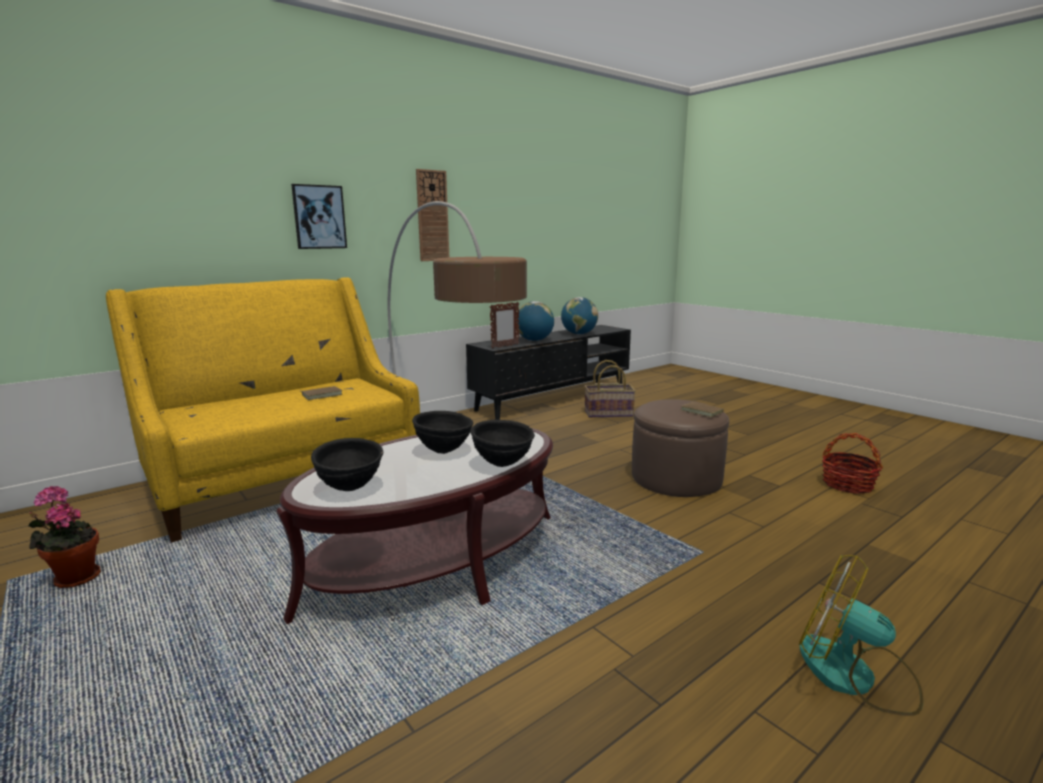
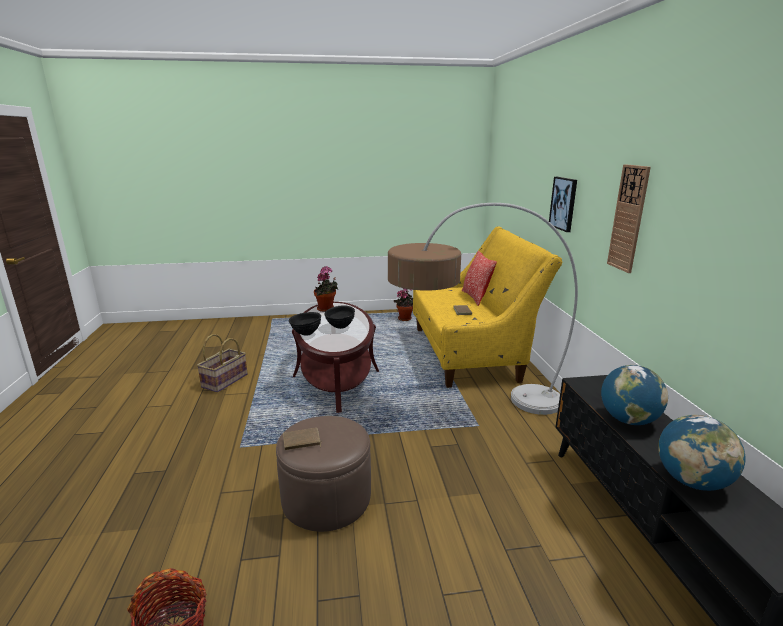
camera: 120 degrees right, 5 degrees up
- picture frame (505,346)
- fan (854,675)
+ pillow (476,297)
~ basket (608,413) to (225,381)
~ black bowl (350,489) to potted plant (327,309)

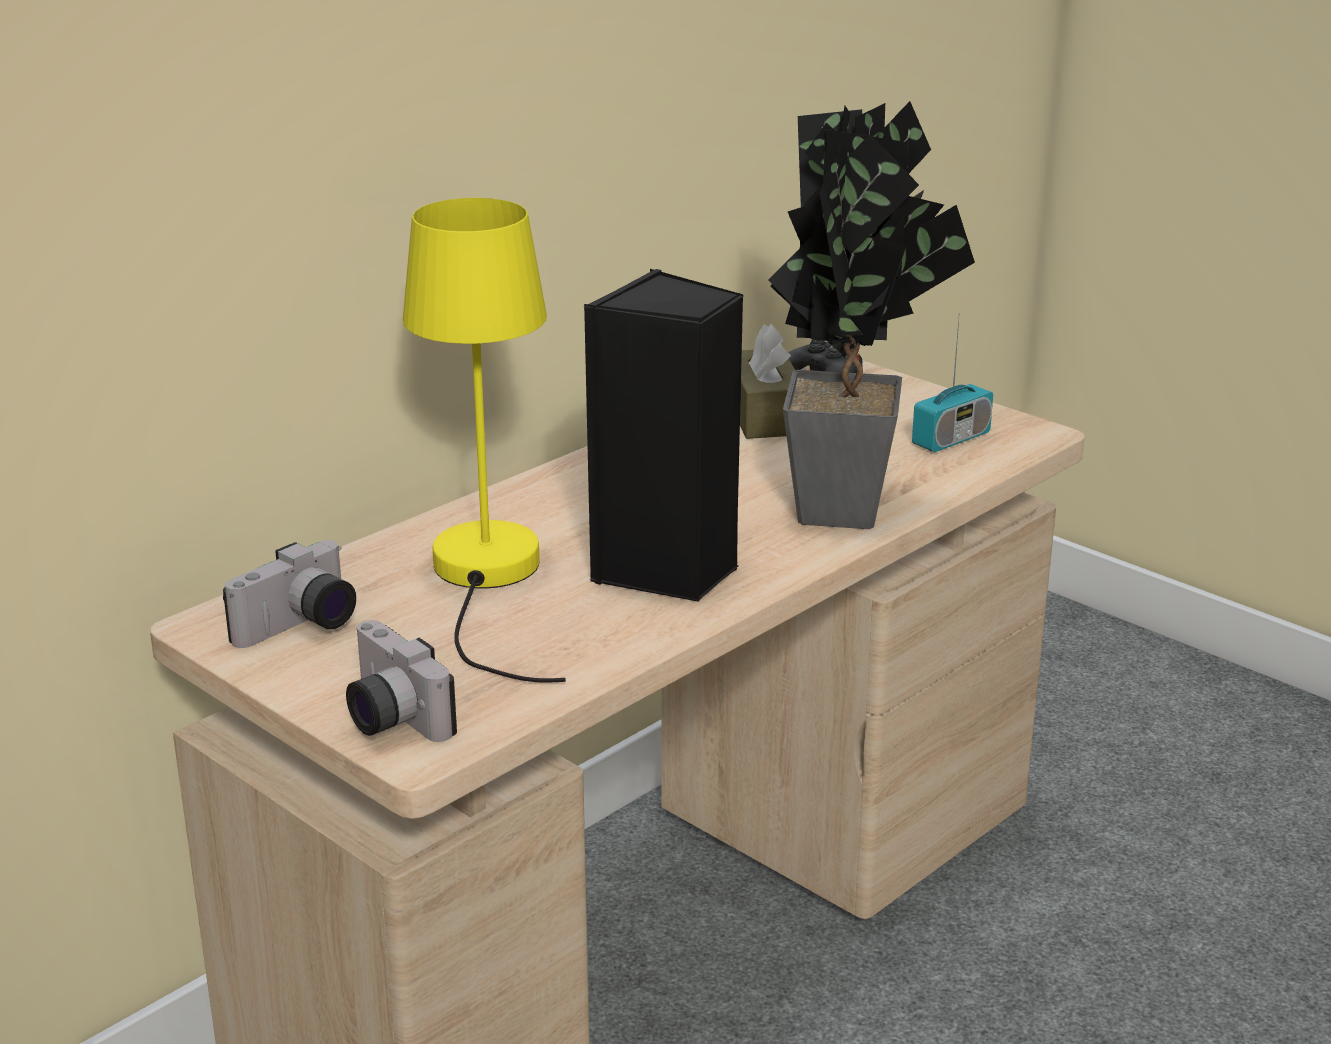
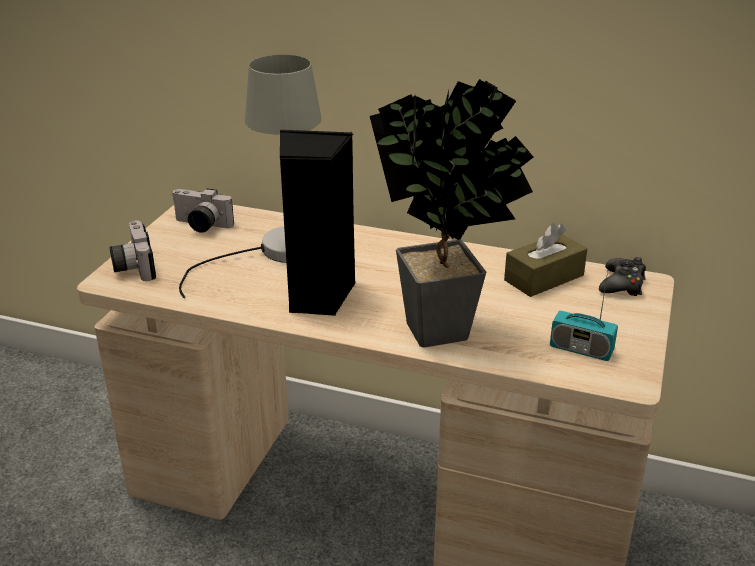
camera: 65 degrees right, 5 degrees up
~ yellow table lamp (487,580) to grey table lamp (273,253)
~ photo camera (388,717) = (133,266) 45 degrees counterclockwise

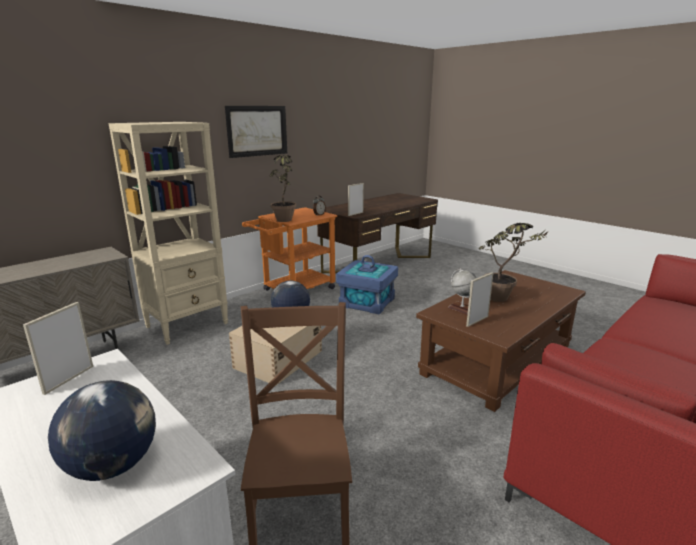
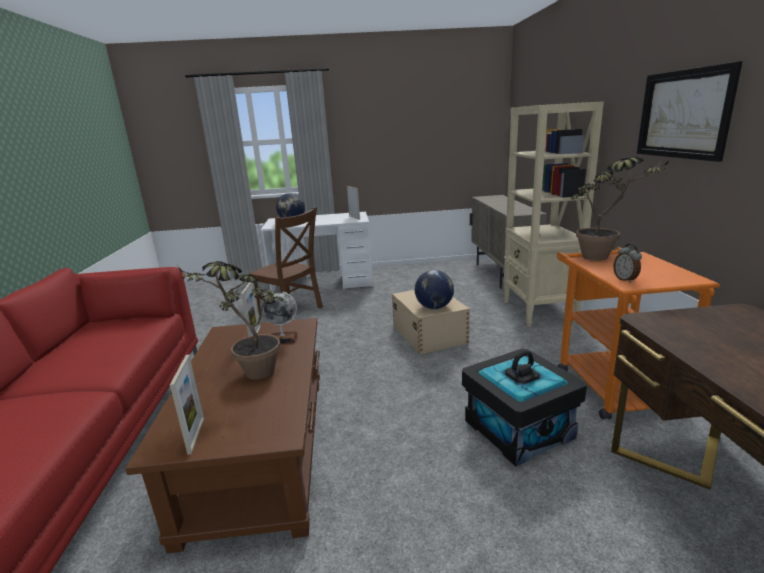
camera: 130 degrees right, 0 degrees up
~ picture frame (355,214) to (196,435)
~ blue storage box (367,302) to black storage box (518,428)

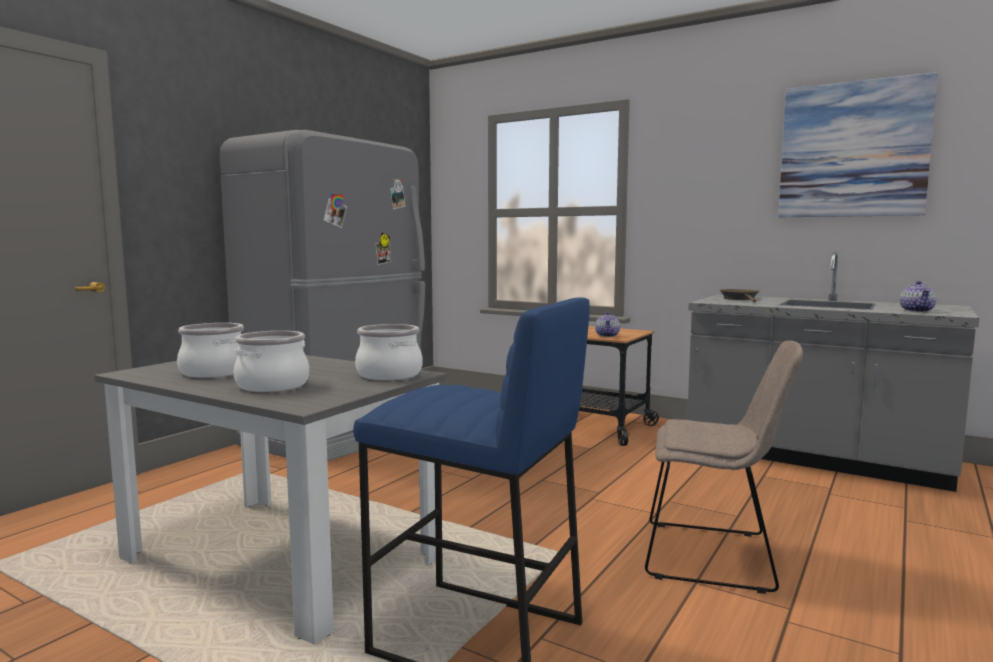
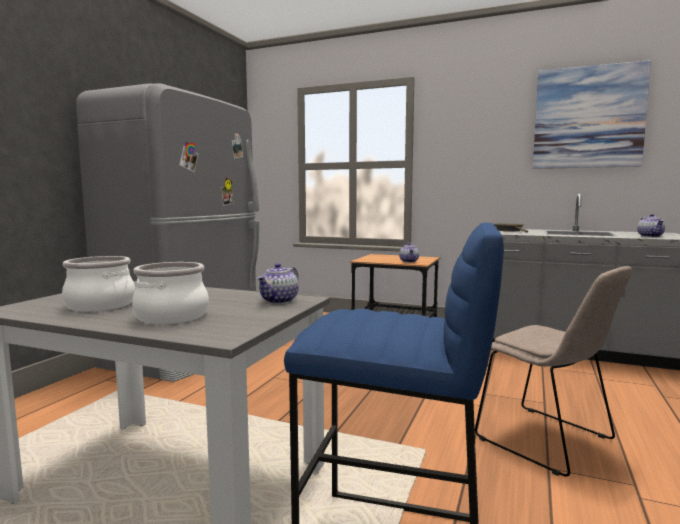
camera: 10 degrees left, 0 degrees up
~ cooking pot (390,374) to teapot (279,301)
~ beige chair (714,556) = (548,441) 45 degrees clockwise

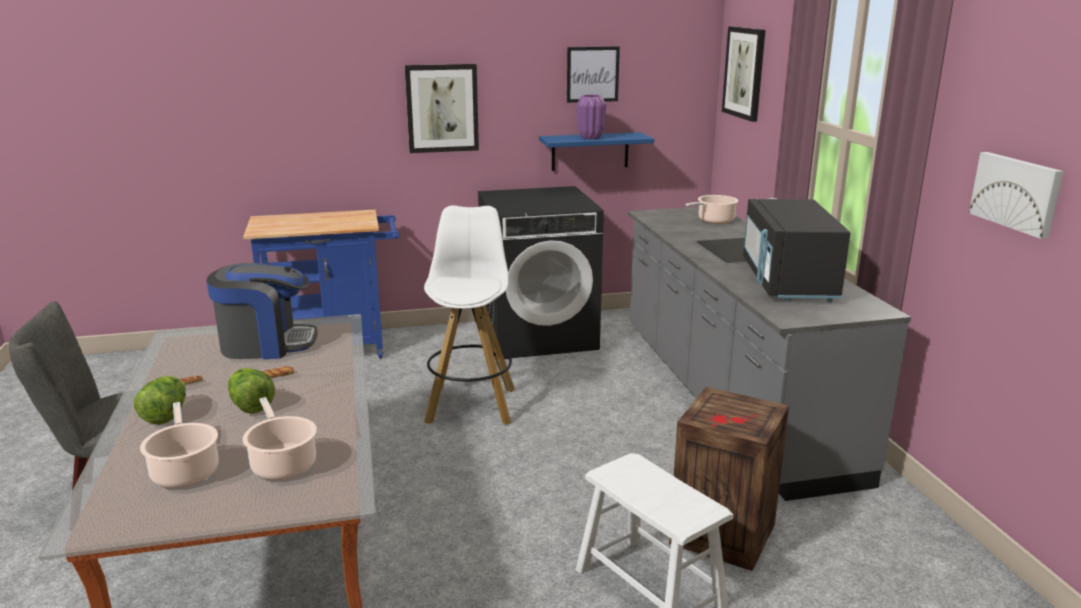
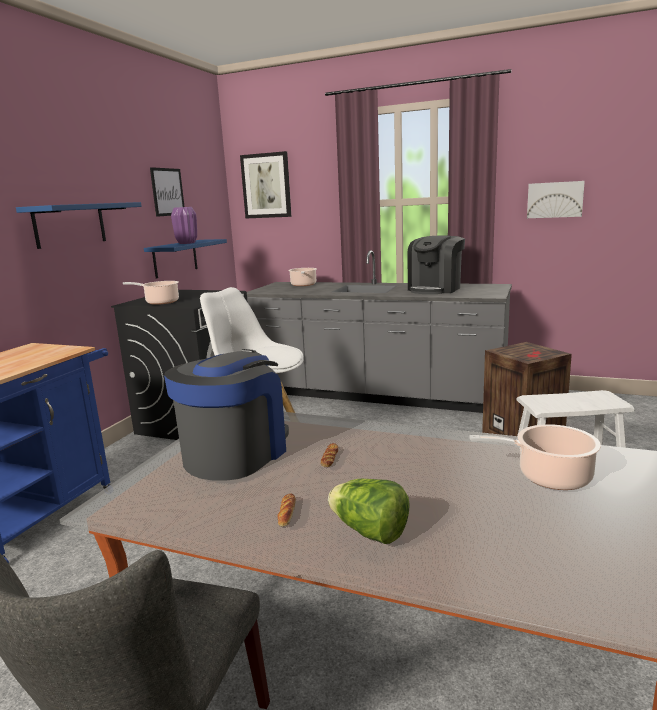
camera: 55 degrees left, 5 degrees down
- lettuce (250,406)
~ cooking pot (185,471) to (160,302)
~ picture (442,108) to blue shelf (70,225)
~ black microwave (787,282) to coffee machine (435,289)

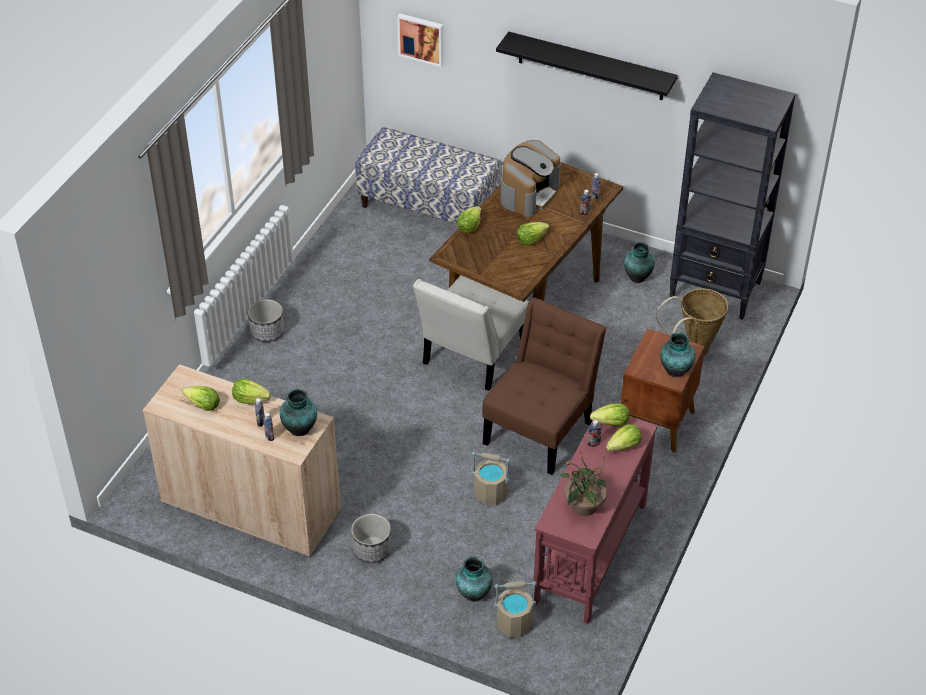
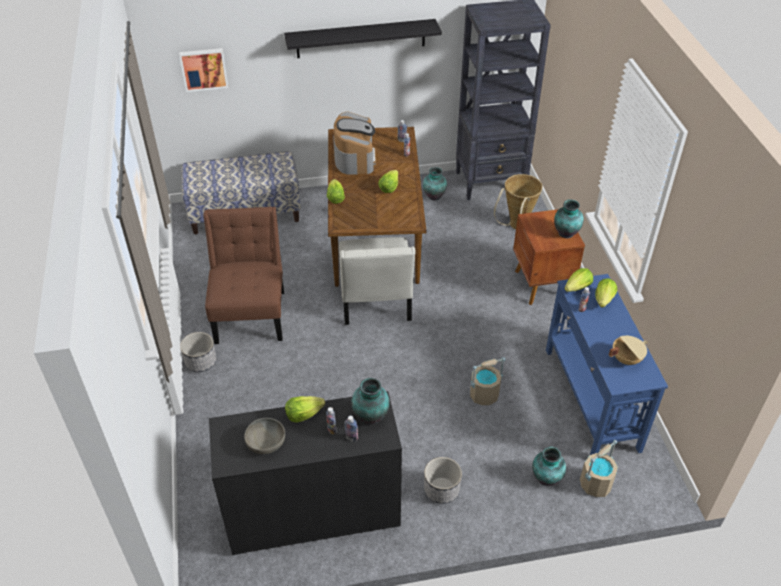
camera: 35 degrees left, 0 degrees up
~ brown chair (541,429) to (251,313)
~ lettuce (203,405) to grey bowl (266,443)
~ potted plant (583,506) to beige cooking pot (625,359)
~ beige cabinet (251,506) to black cabinet (313,512)
~ red console table (589,553) to blue console table (591,399)

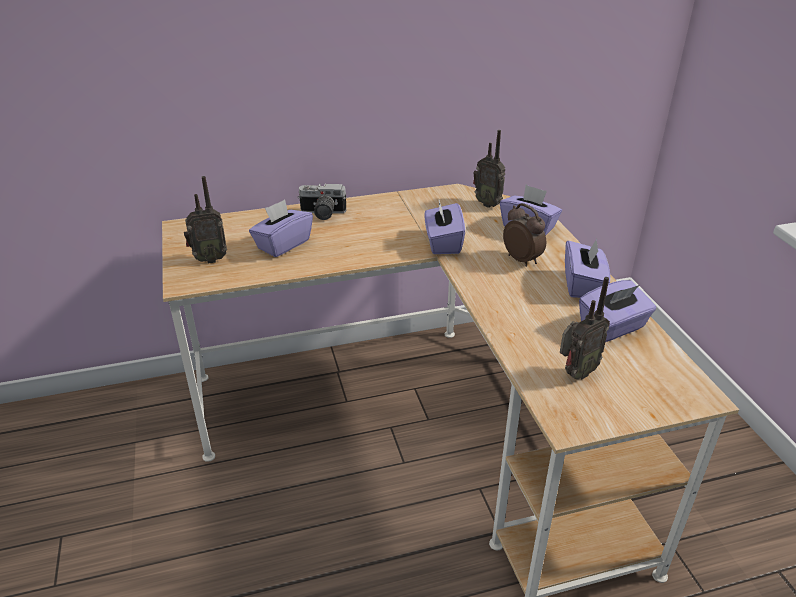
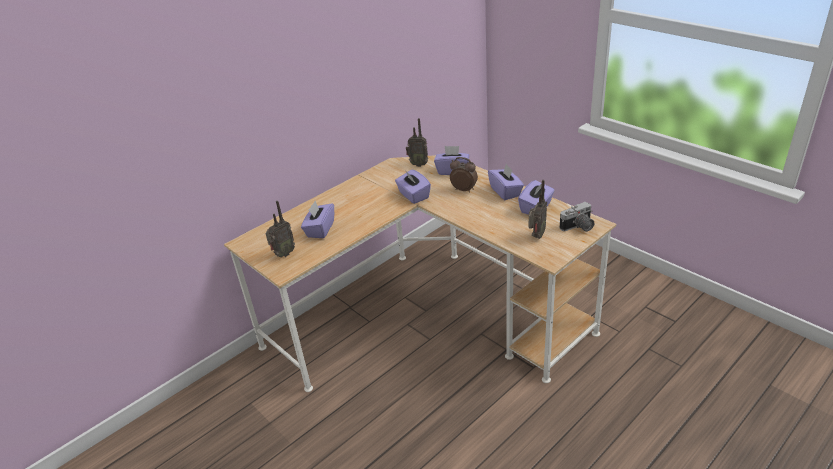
camera: 25 degrees left, 0 degrees up
~ photo camera (322,214) to (578,227)

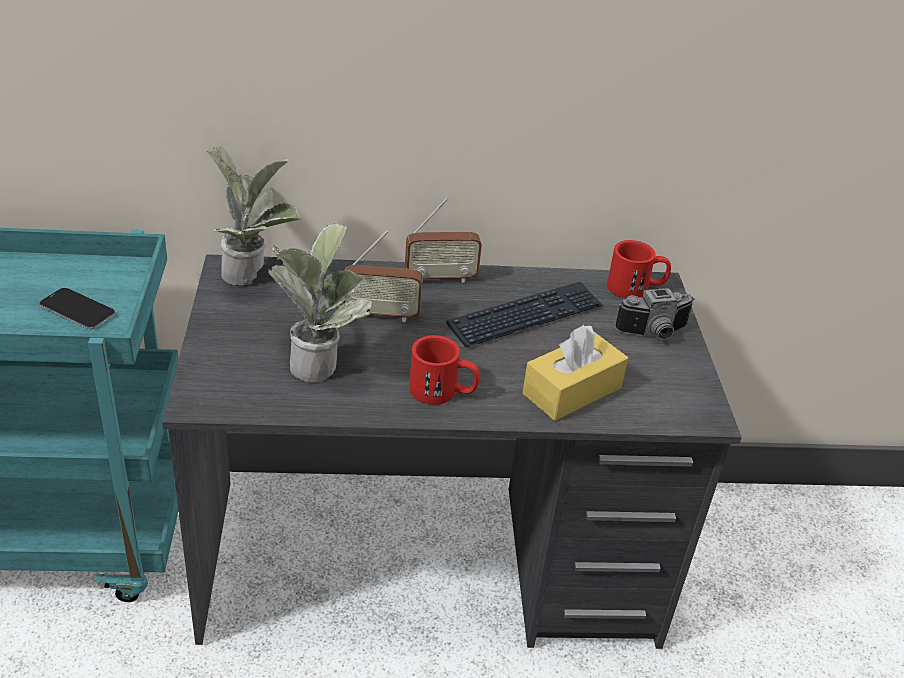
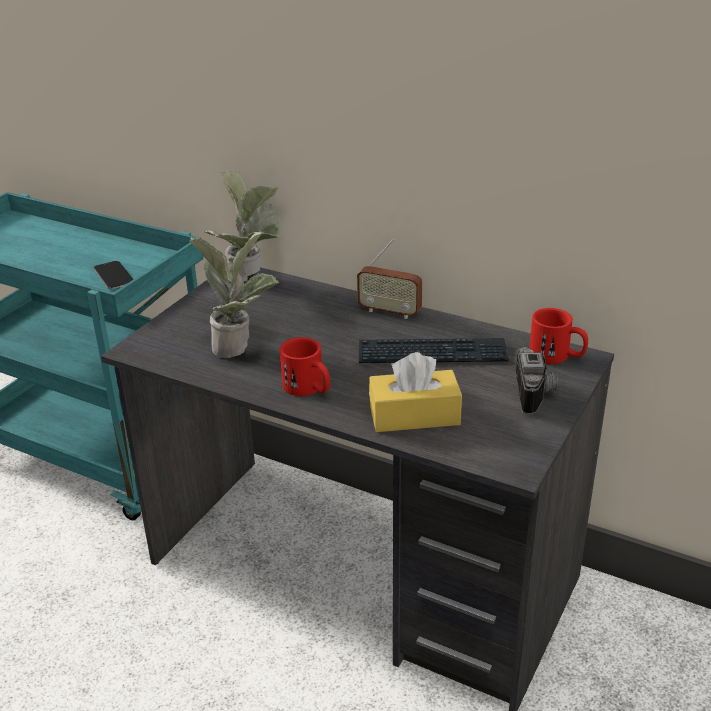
camera: 35 degrees right, 5 degrees down
- radio (381,314)
~ photo camera (655,334) = (536,394) 105 degrees counterclockwise

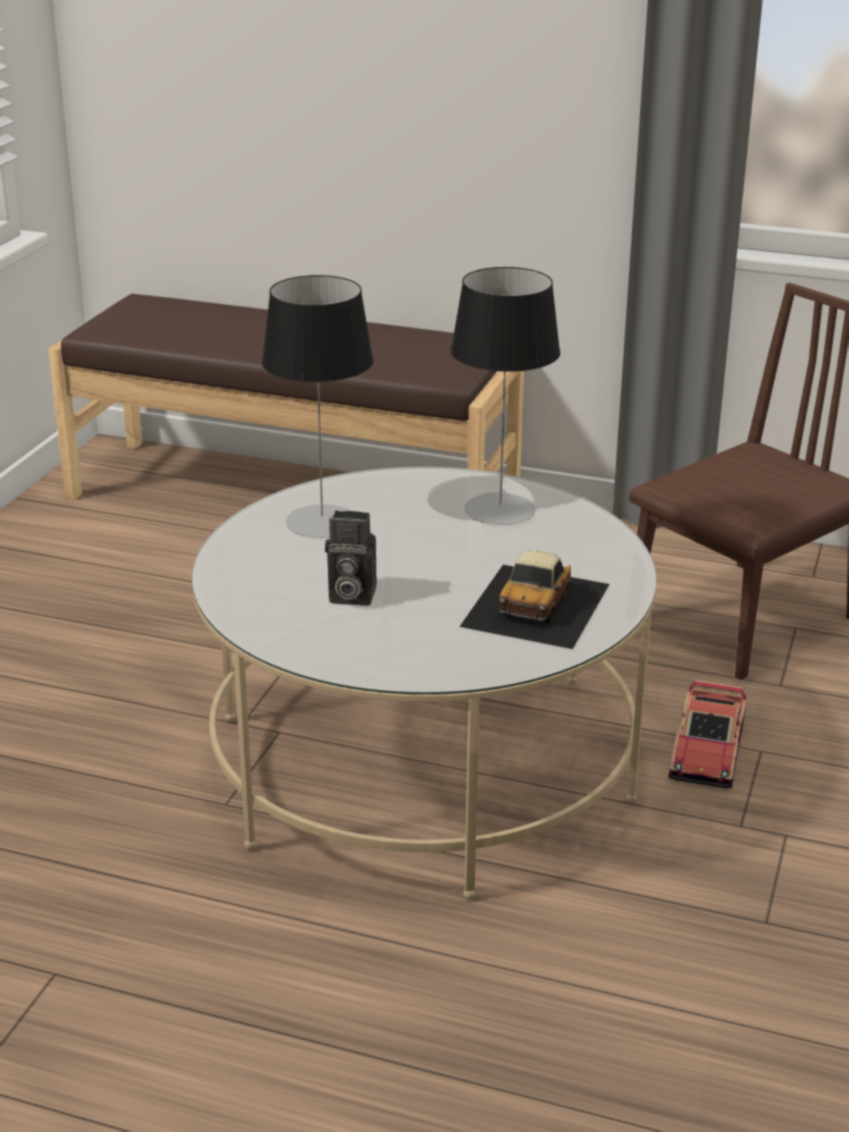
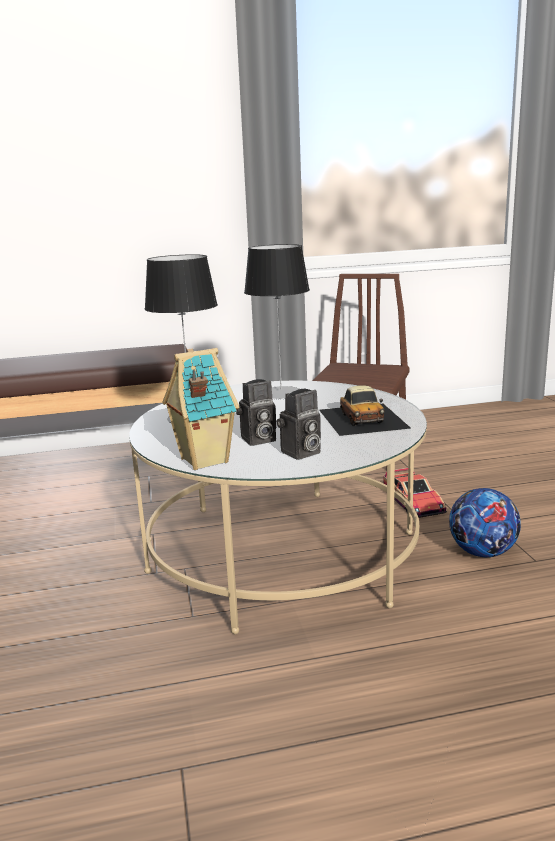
camera: 30 degrees left, 10 degrees down
+ toy house (203,460)
+ photo camera (300,453)
+ football (482,552)

